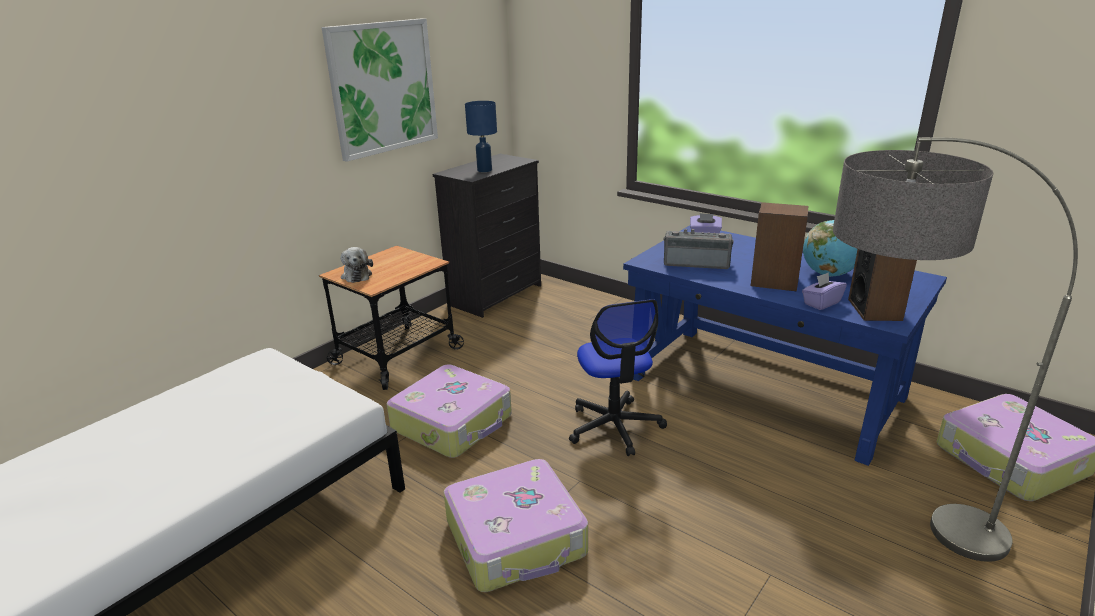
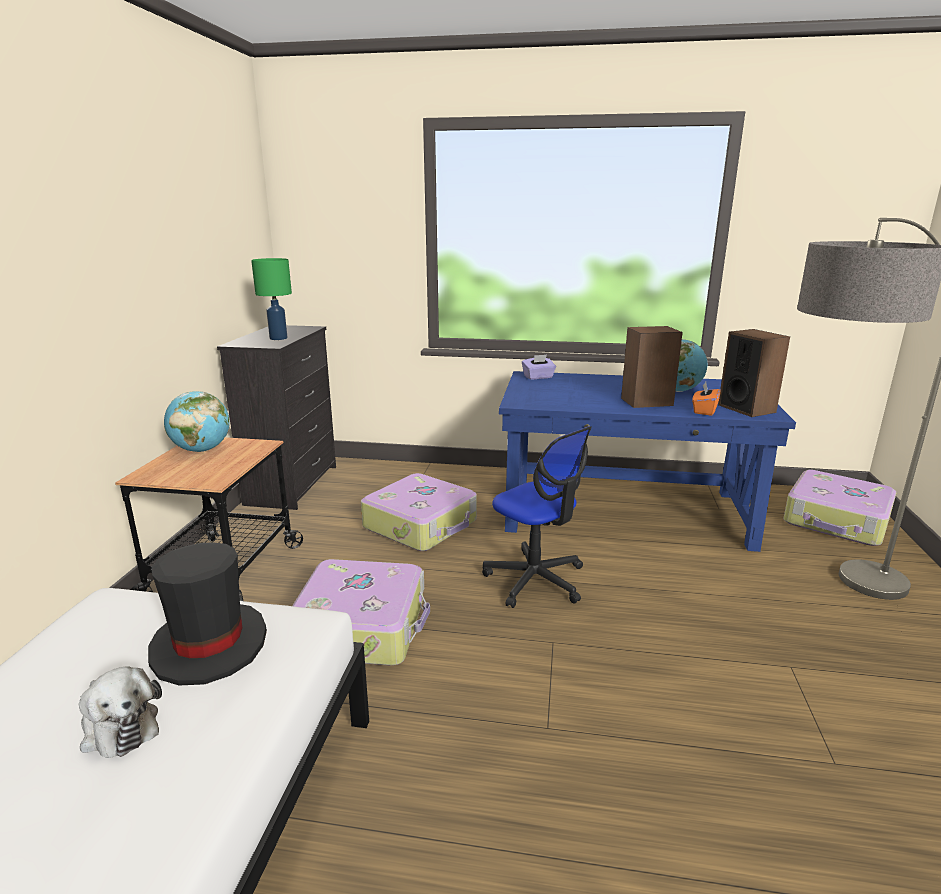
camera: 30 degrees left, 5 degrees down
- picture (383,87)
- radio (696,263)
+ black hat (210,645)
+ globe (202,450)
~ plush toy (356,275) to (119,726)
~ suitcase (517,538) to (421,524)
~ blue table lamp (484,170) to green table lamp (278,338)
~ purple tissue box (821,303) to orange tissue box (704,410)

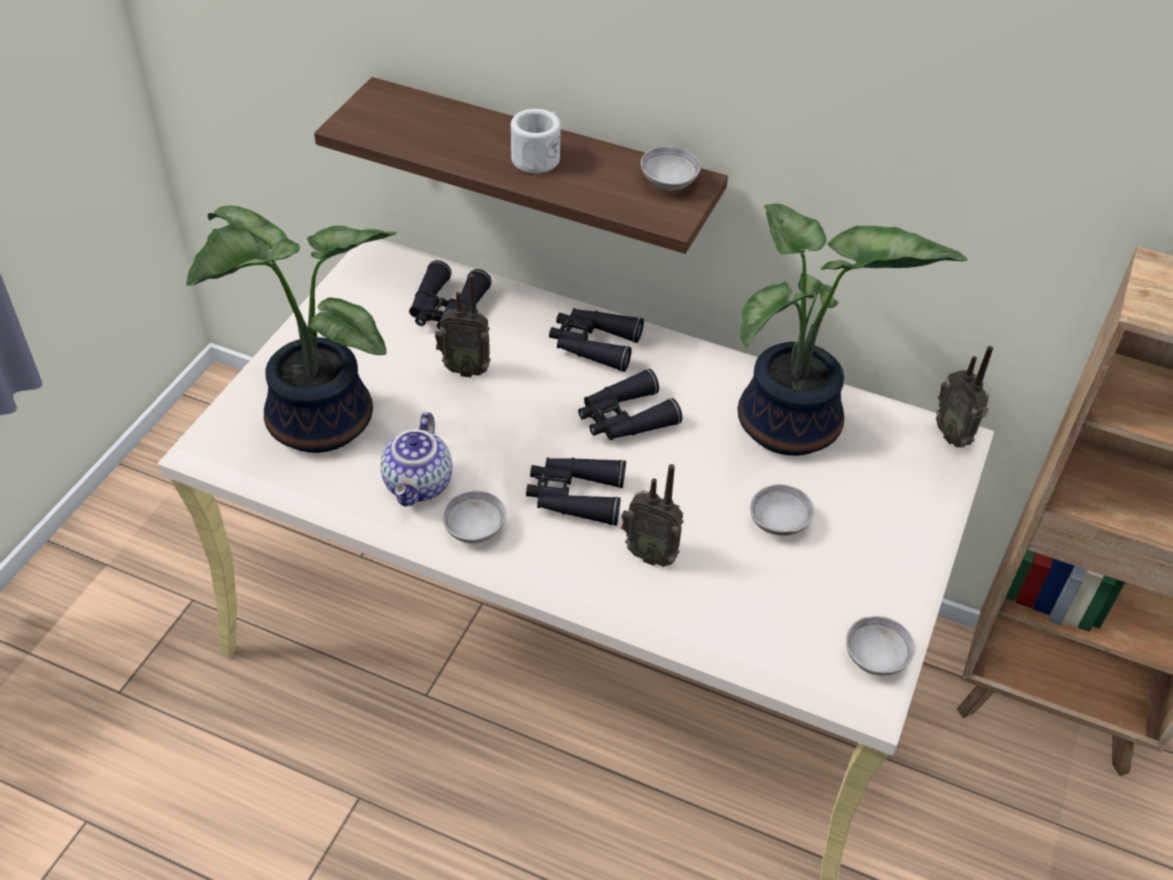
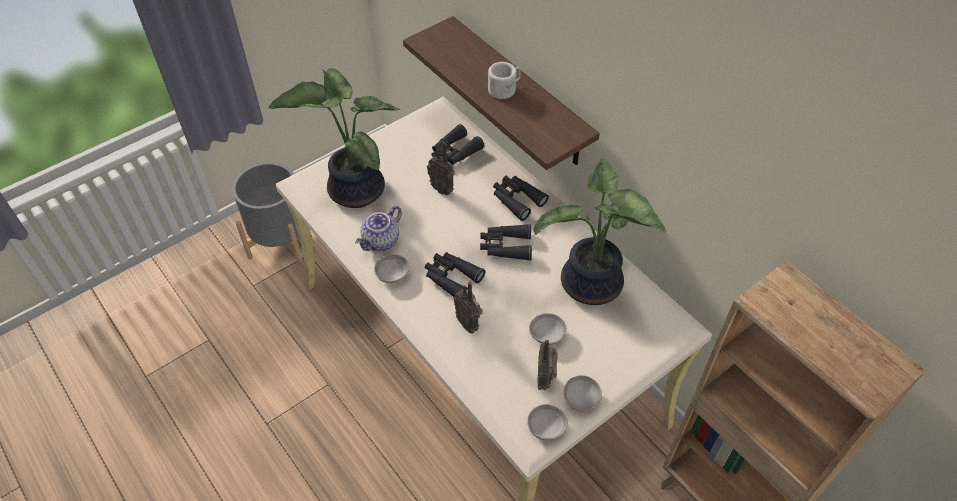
camera: 30 degrees right, 5 degrees up
+ grey planter (280,239)
~ grey bowl (669,182) to (581,399)
~ radio (953,435) to (545,379)

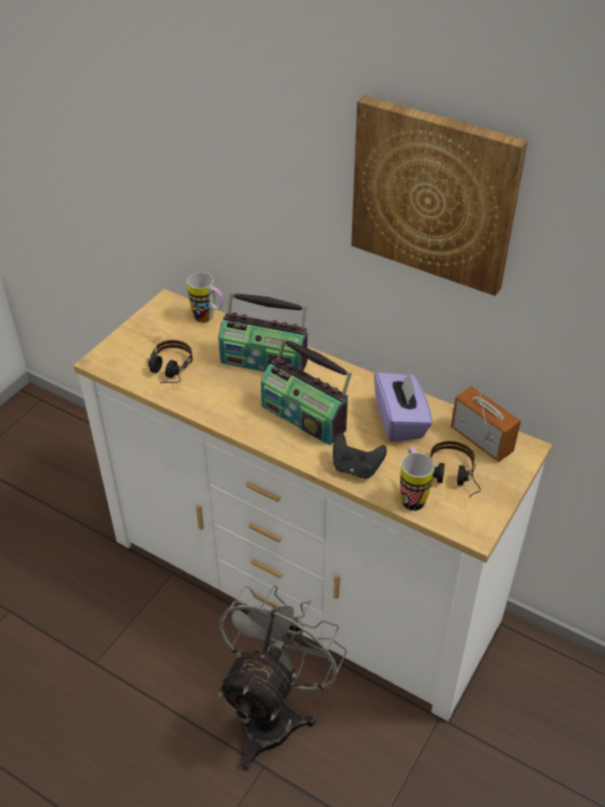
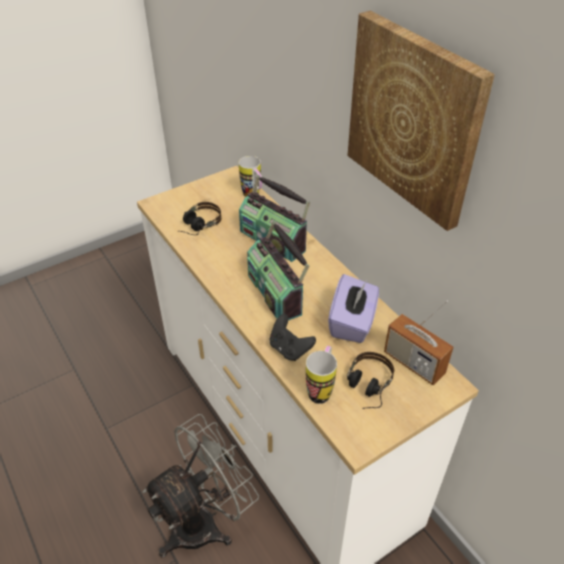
camera: 25 degrees right, 0 degrees up
~ radio (481,440) = (414,363) 150 degrees clockwise

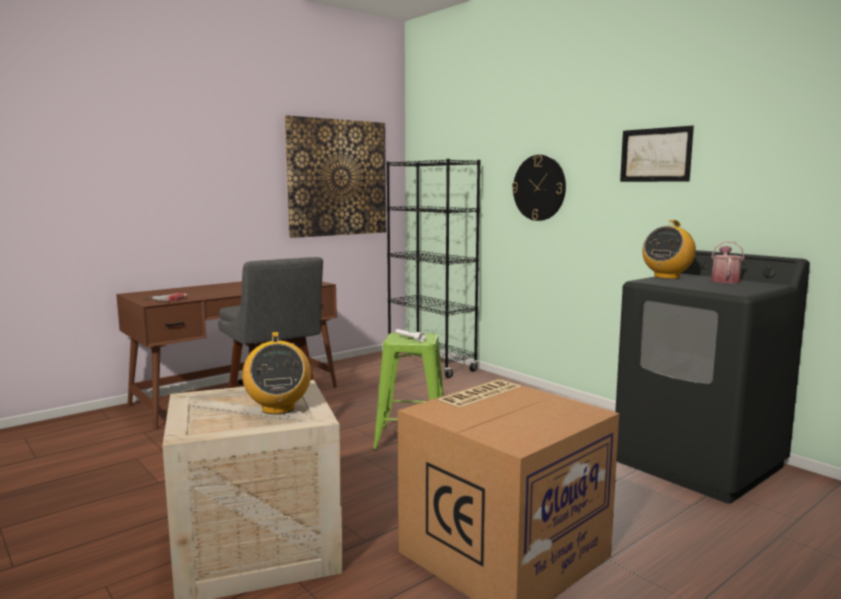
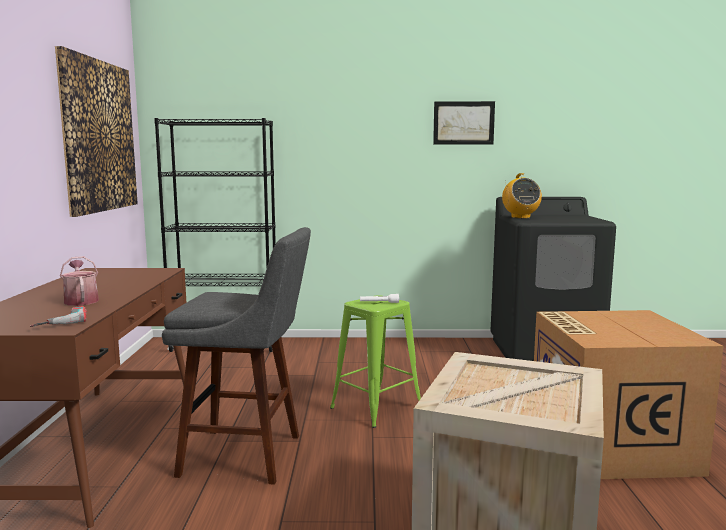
camera: 50 degrees left, 0 degrees up
- radio (278,408)
- wall clock (539,188)
~ watering can (725,280) to (81,300)

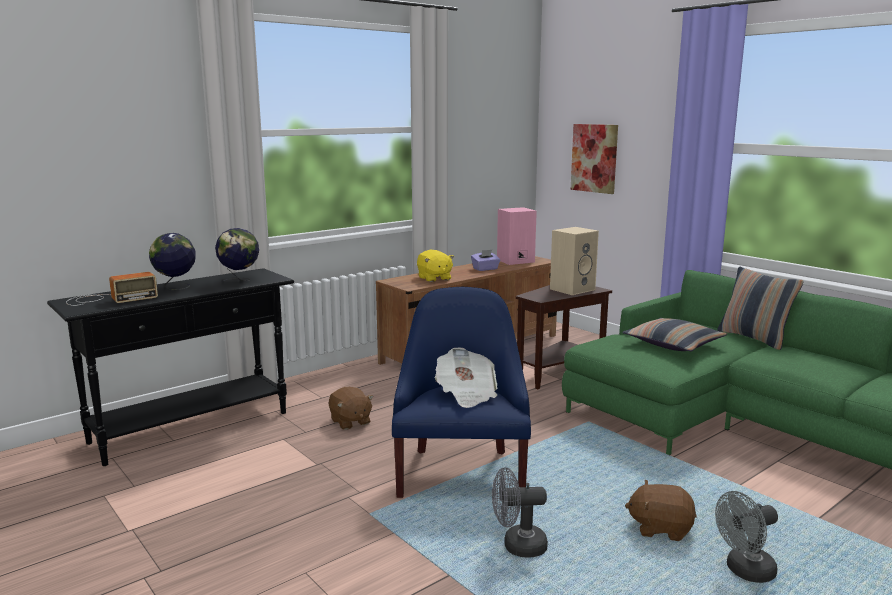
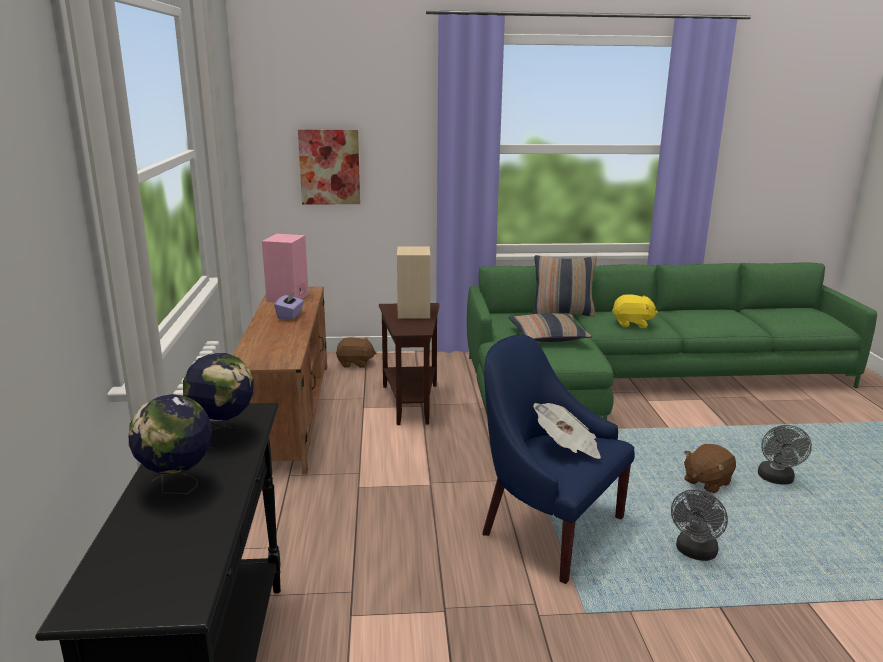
camera: 55 degrees left, 5 degrees up
- radio (109,299)
~ brown plush toy (350,422) to (355,363)
~ yellow plush toy (434,278) to (632,324)

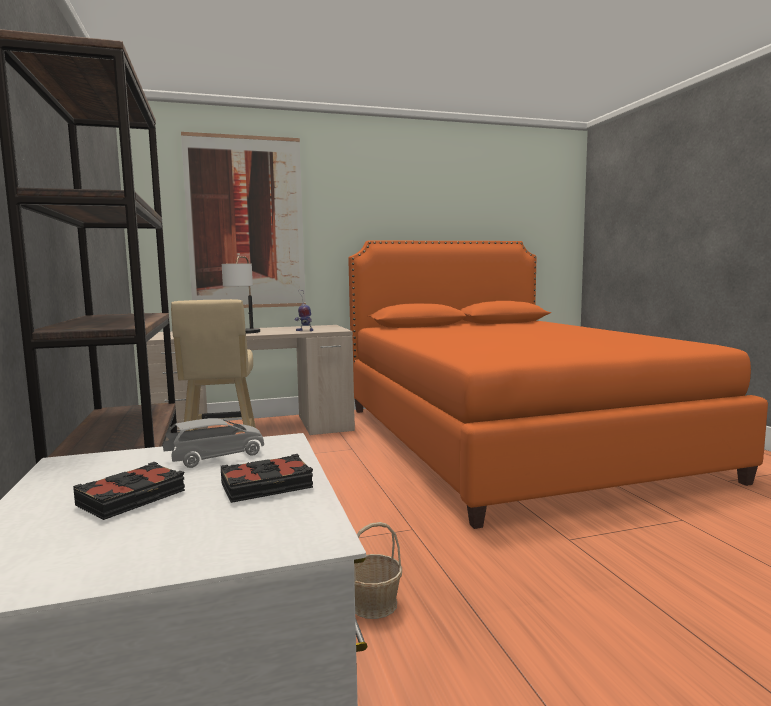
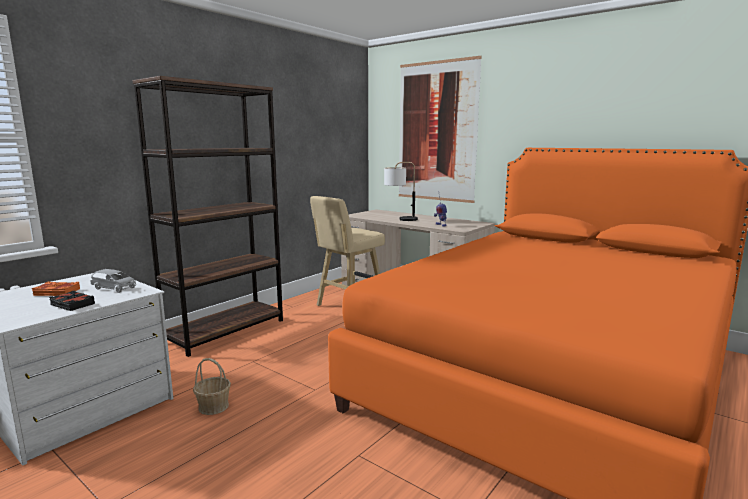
camera: 55 degrees right, 5 degrees up
~ black book (132,498) to orange book (56,292)

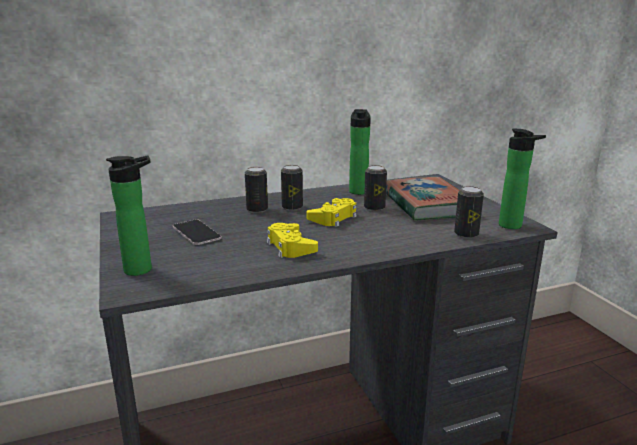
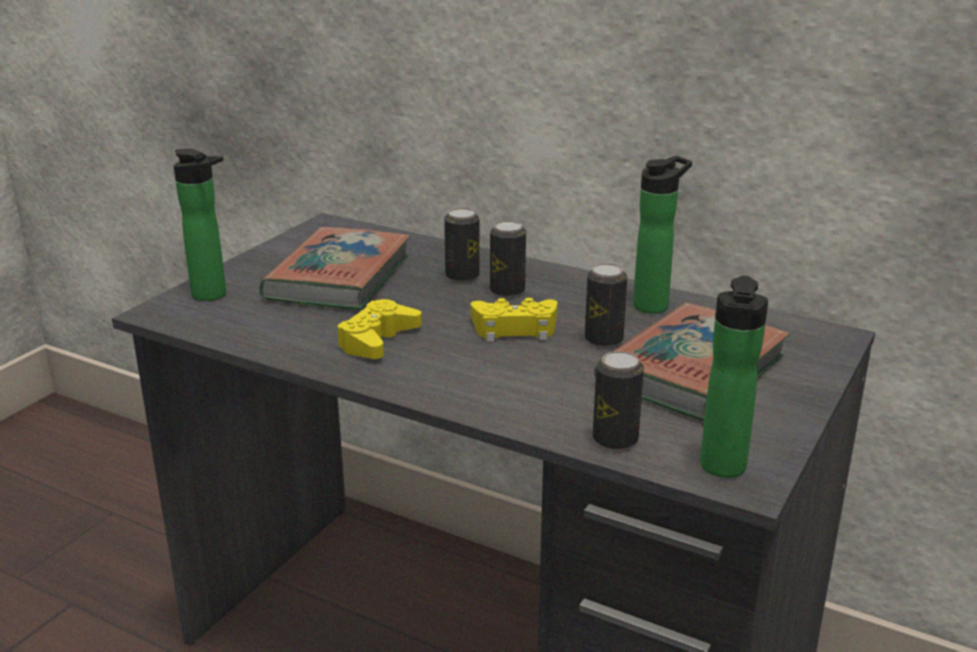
camera: 50 degrees right, 5 degrees up
~ phone (196,233) to book (339,278)

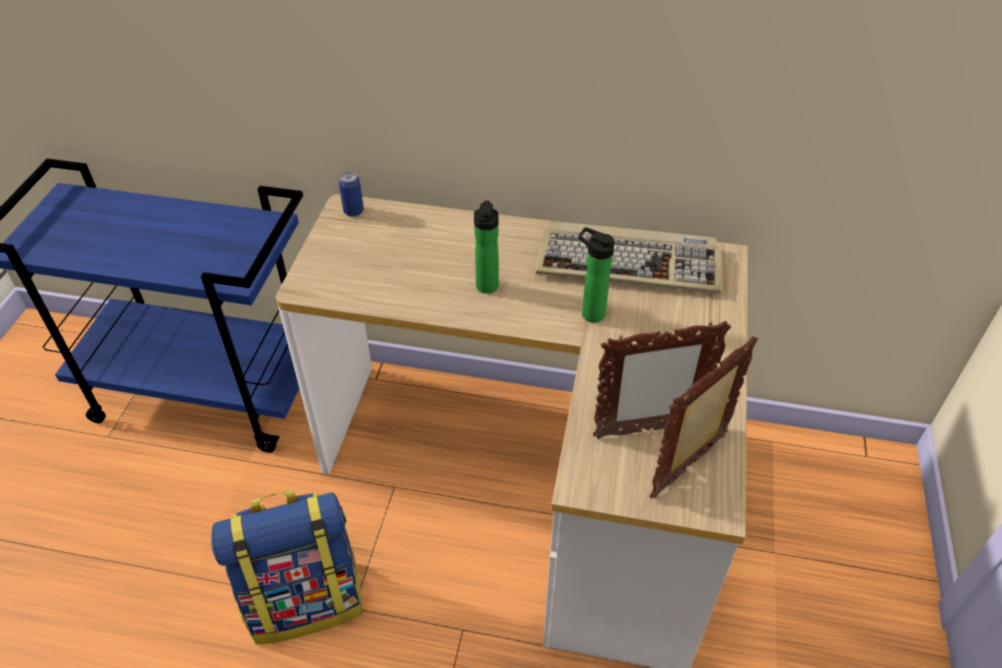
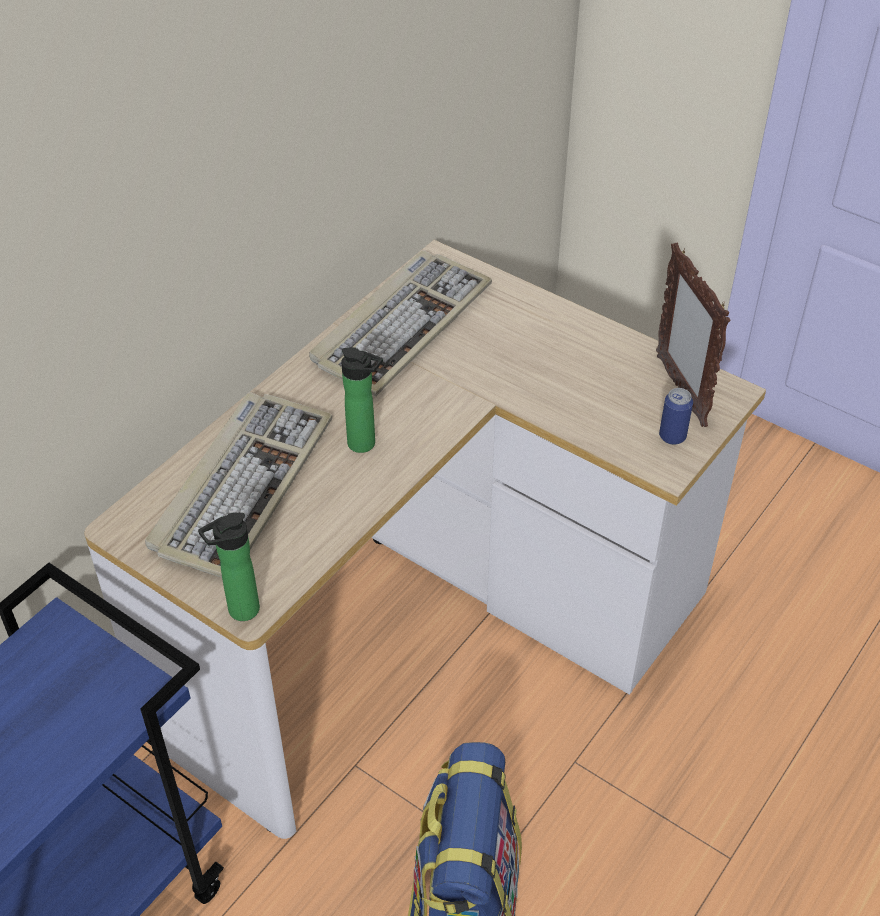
camera: 65 degrees left, 0 degrees up
- picture frame (646,430)
+ keyboard (242,485)
~ can (353,211) to (672,436)
~ bottle (589,313) to (239,611)

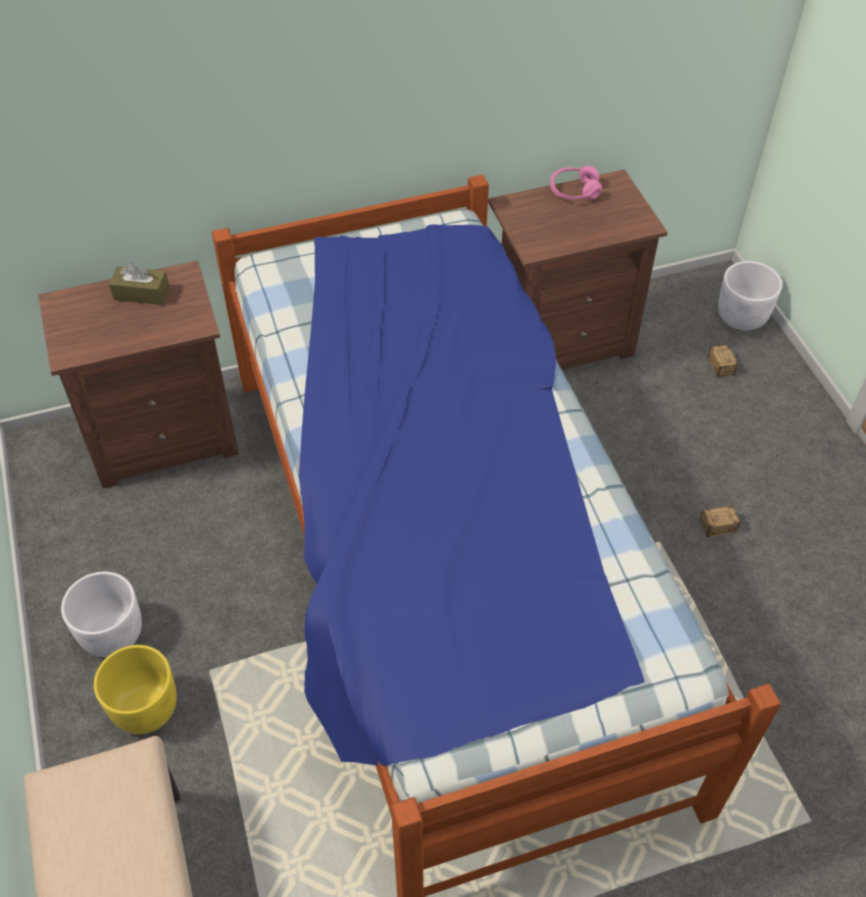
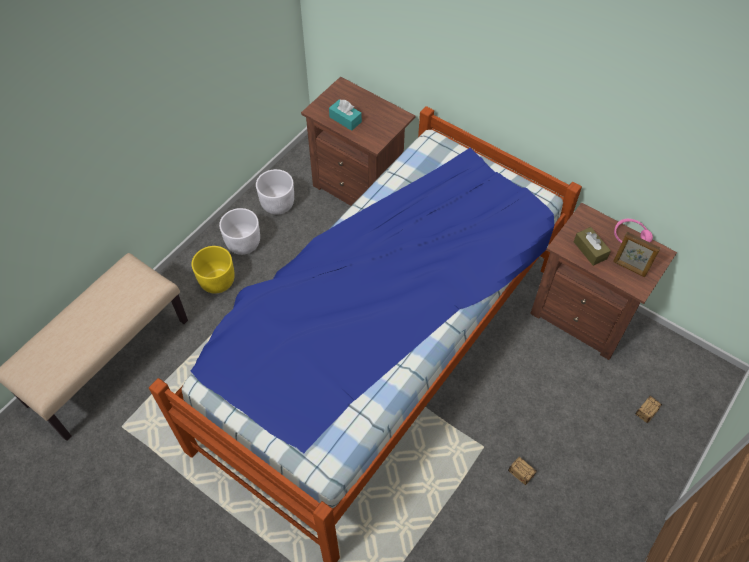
camera: 55 degrees right, 5 degrees up
+ turquoise tissue box (345,119)
+ picture frame (629,268)
~ brown tissue box (141,293) to (590,250)
~ white planter (742,316) to (278,204)

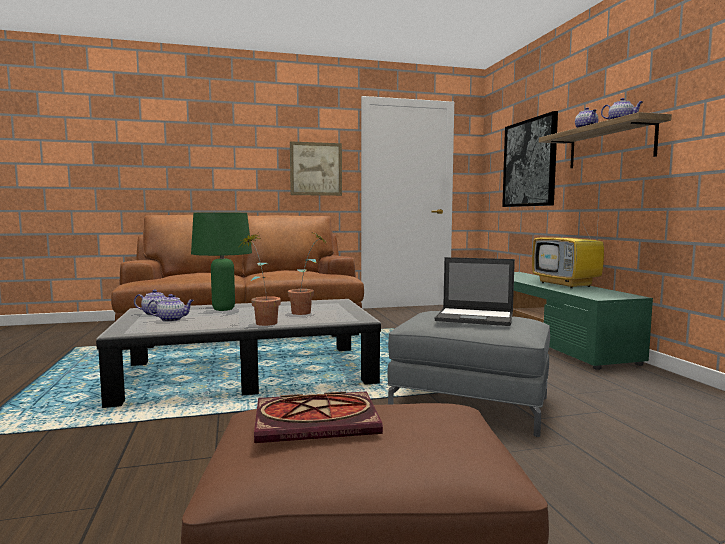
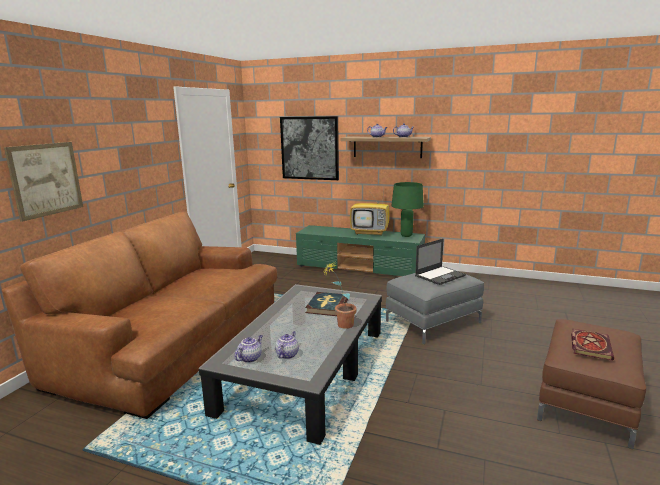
camera: 55 degrees left, 10 degrees up
~ green table lamp (223,309) to (406,235)
~ picture (316,169) to (46,179)
~ potted plant (307,312) to book (327,306)

